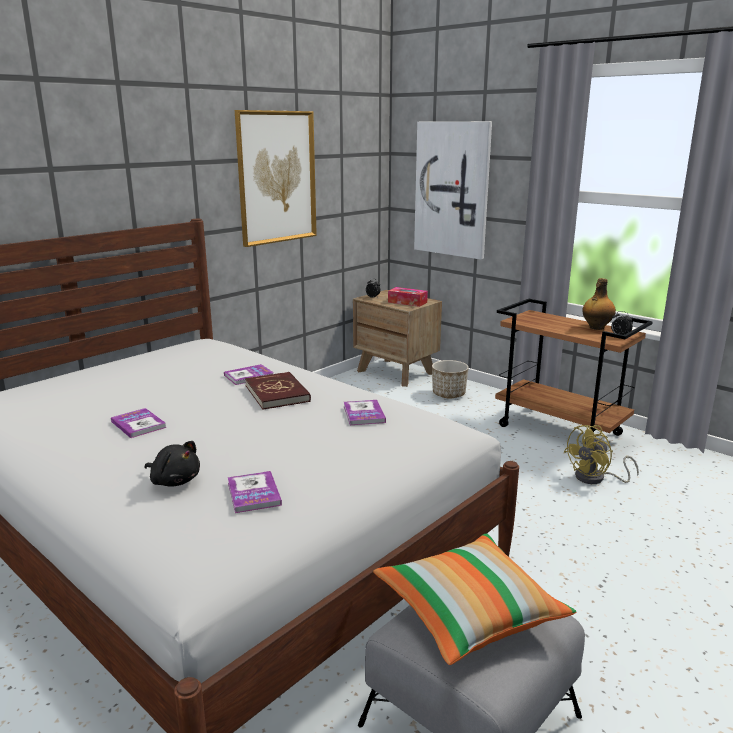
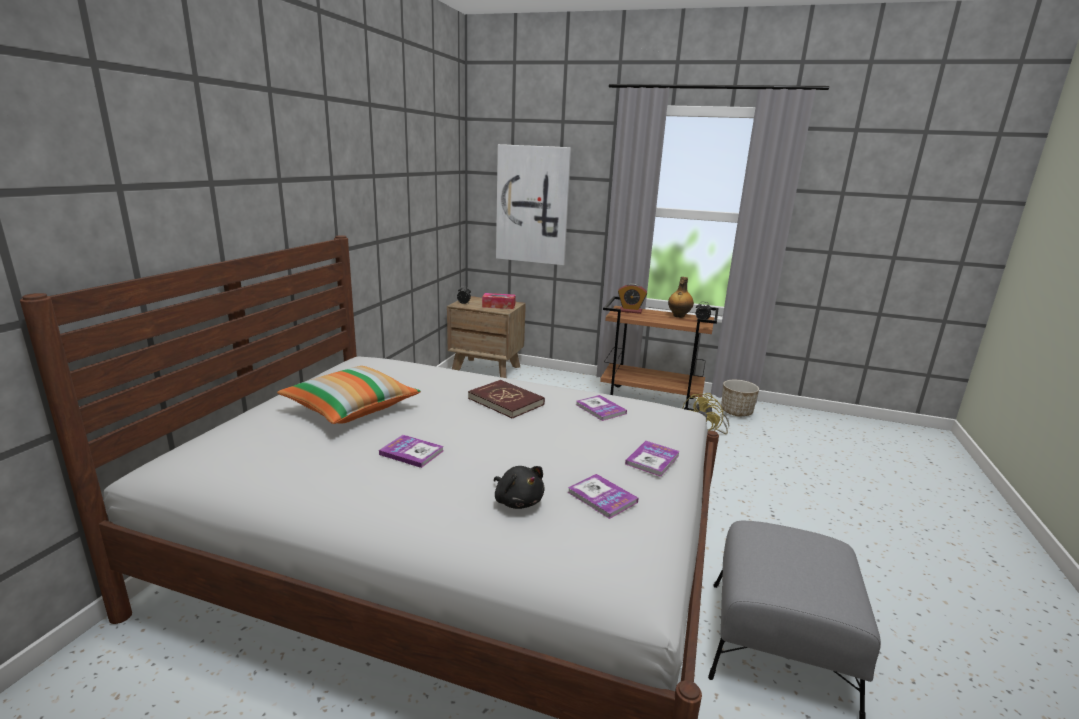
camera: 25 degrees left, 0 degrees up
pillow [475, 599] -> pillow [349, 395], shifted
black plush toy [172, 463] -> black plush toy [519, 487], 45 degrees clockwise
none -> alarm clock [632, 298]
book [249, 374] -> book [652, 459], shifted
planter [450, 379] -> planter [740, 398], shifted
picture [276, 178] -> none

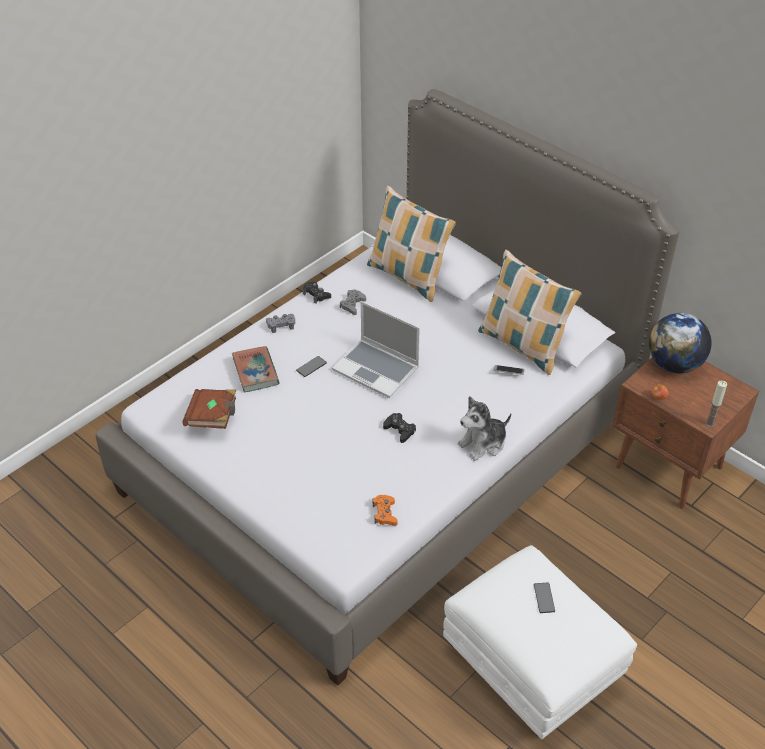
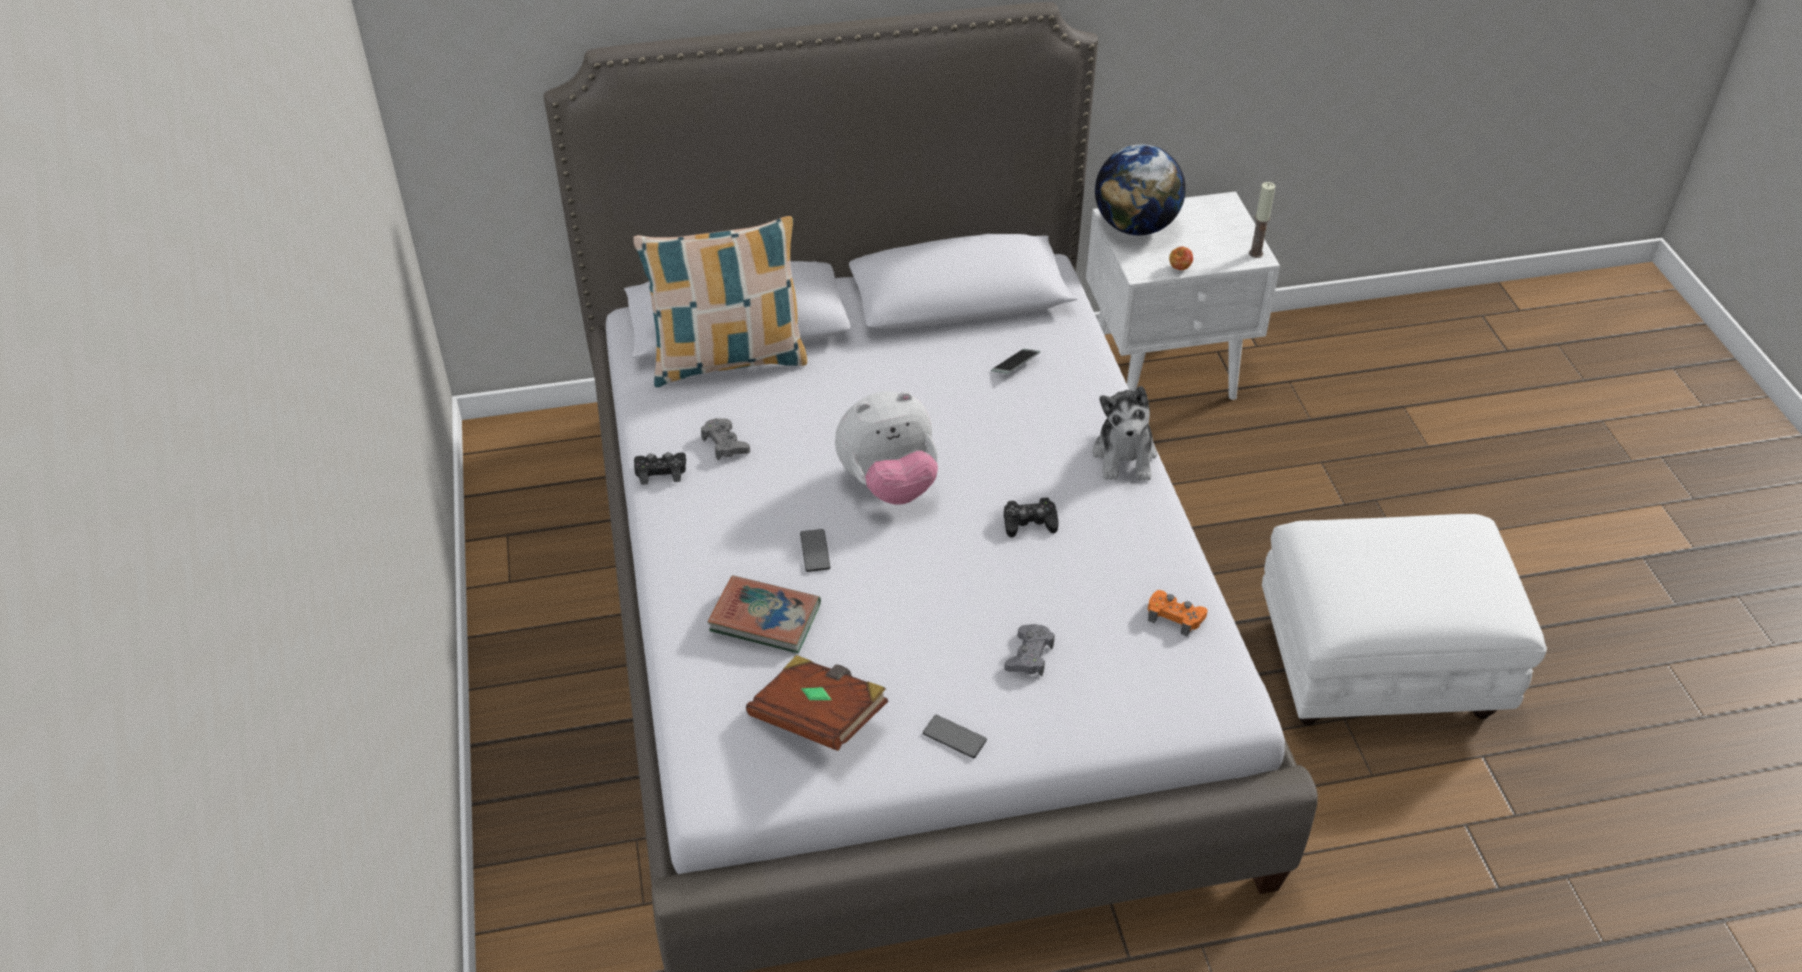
camera: 55 degrees left, 0 degrees up
laptop [376, 349] -> plush toy [886, 448]
phone [544, 597] -> phone [955, 736], shifted
grey game controller [280, 323] -> grey game controller [1029, 650], shifted
brown nightstand [686, 433] -> white nightstand [1183, 295]
pillow [529, 312] -> none

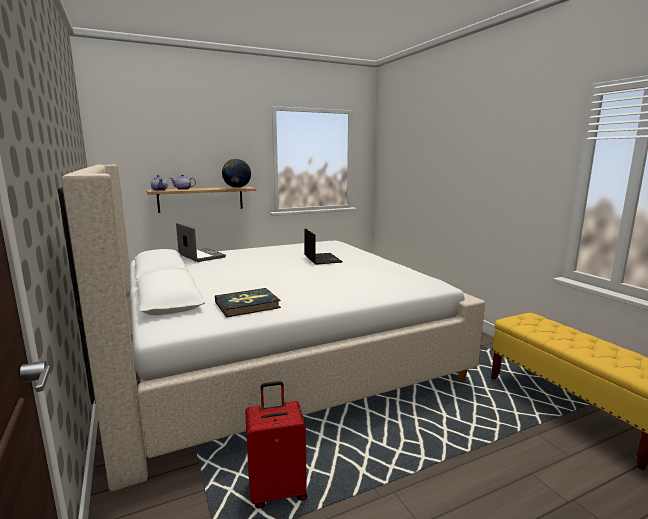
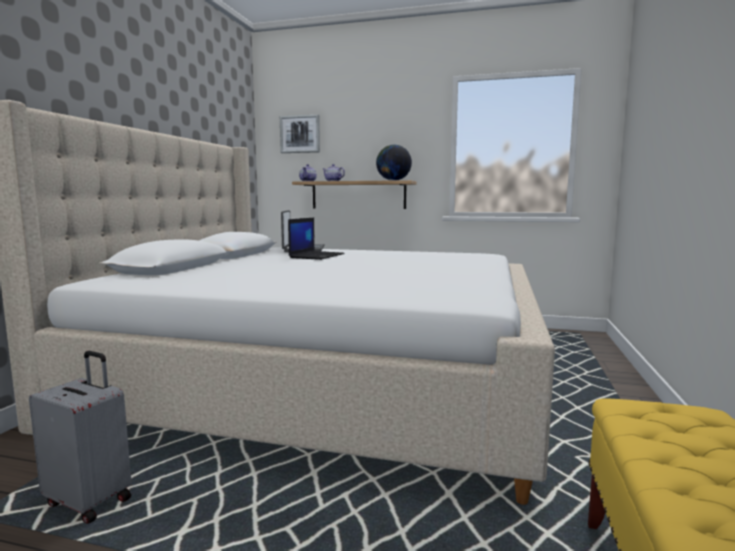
camera: 40 degrees right, 5 degrees down
red suitcase [276, 445] -> grey suitcase [80, 437]
none -> picture [300, 133]
laptop [323, 246] -> laptop [316, 239], shifted
book [248, 302] -> none

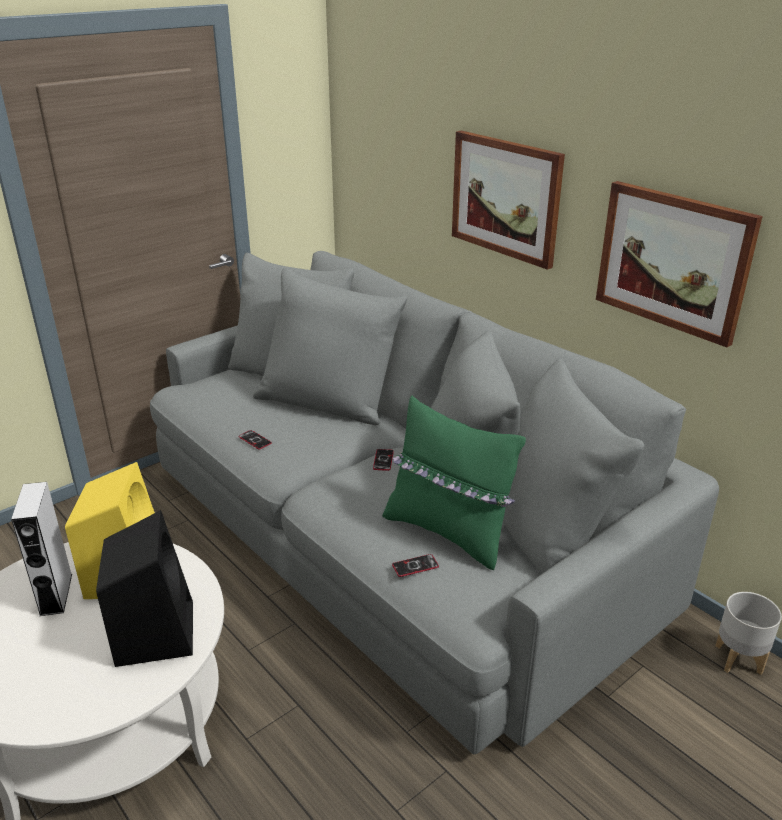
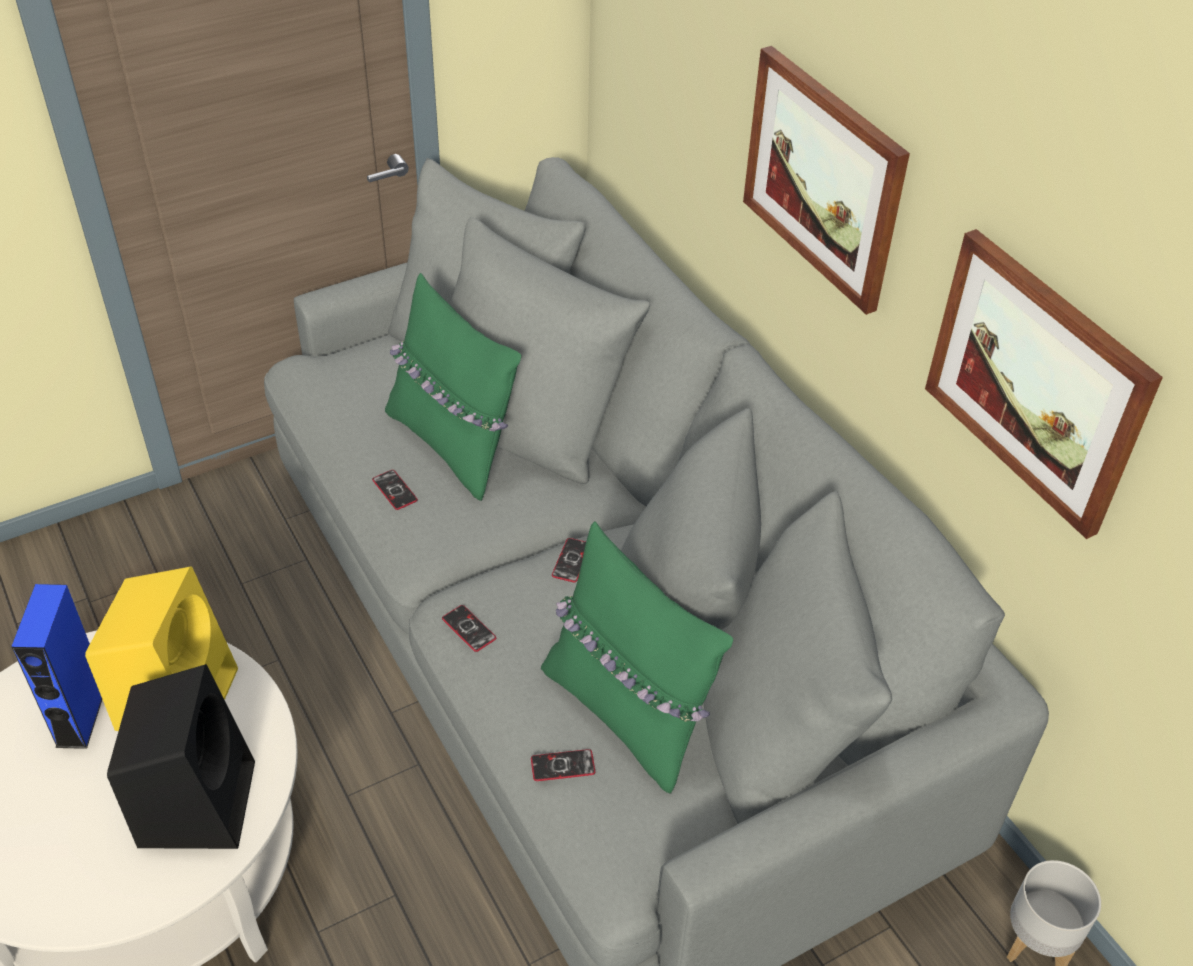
camera: 10 degrees right, 15 degrees up
grey speaker [41, 549] -> blue speaker [56, 666]
none -> green pillow [453, 387]
none -> phone [469, 628]

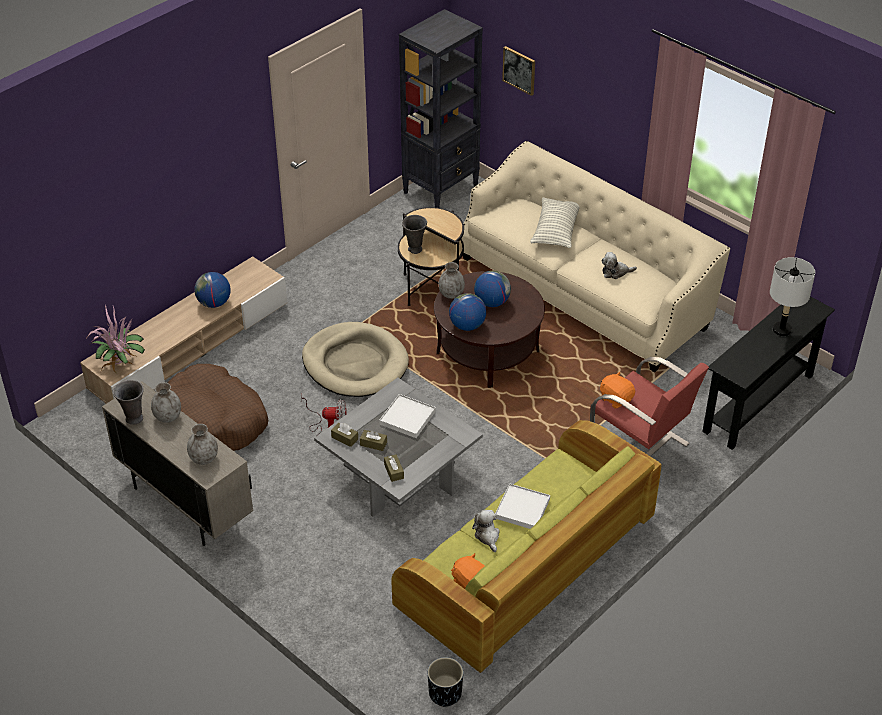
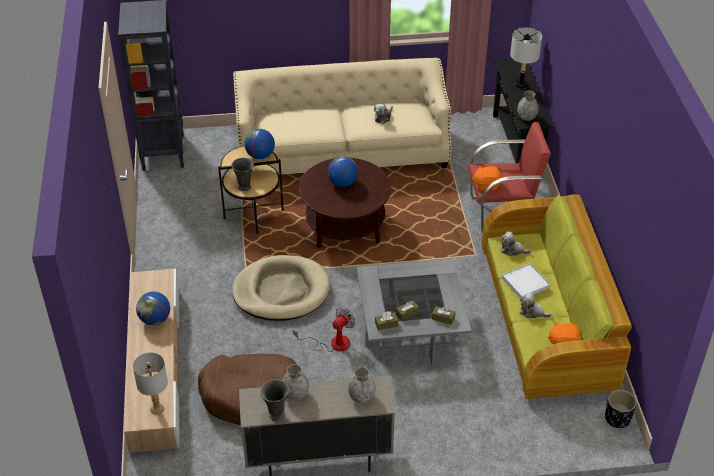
camera: 50 degrees left, 0 degrees up
potted plant [116, 339] -> grey table lamp [150, 383]
globe [467, 312] -> globe [259, 144], shifted
none -> plush toy [516, 243]
grey vase [452, 280] -> grey vase [528, 106], shifted
white tray [407, 416] -> none
picture [518, 71] -> none
pillow [555, 223] -> none

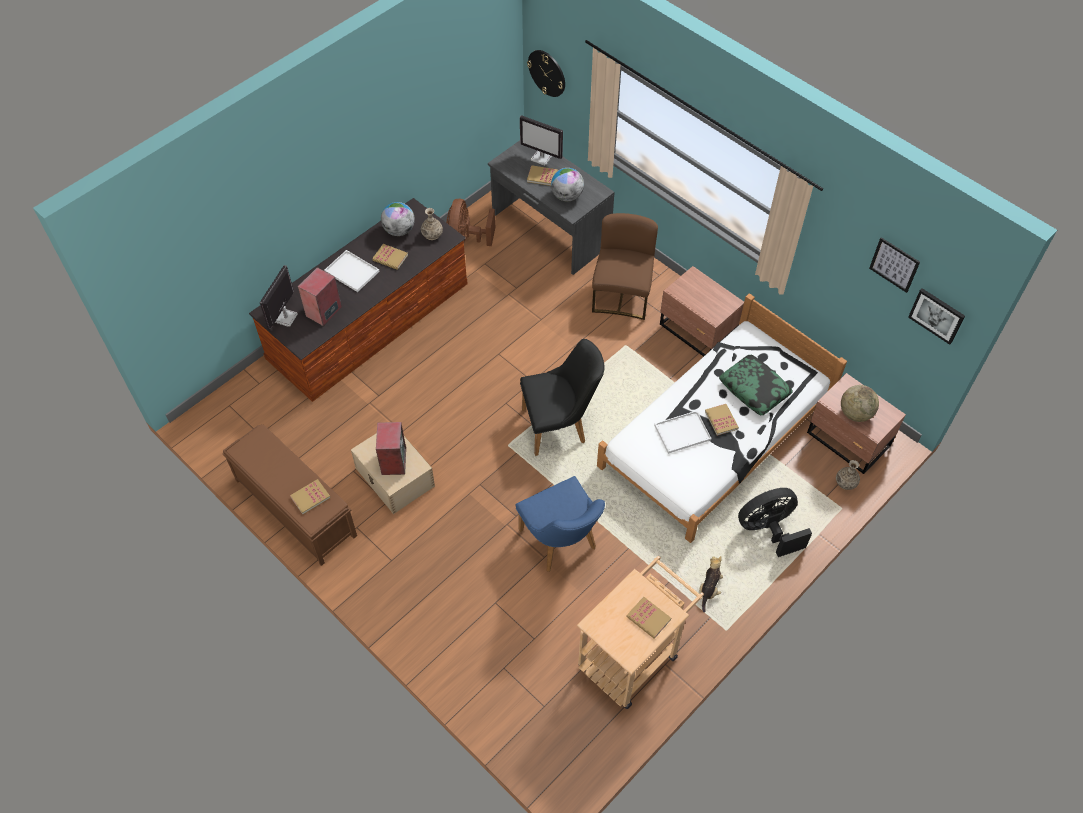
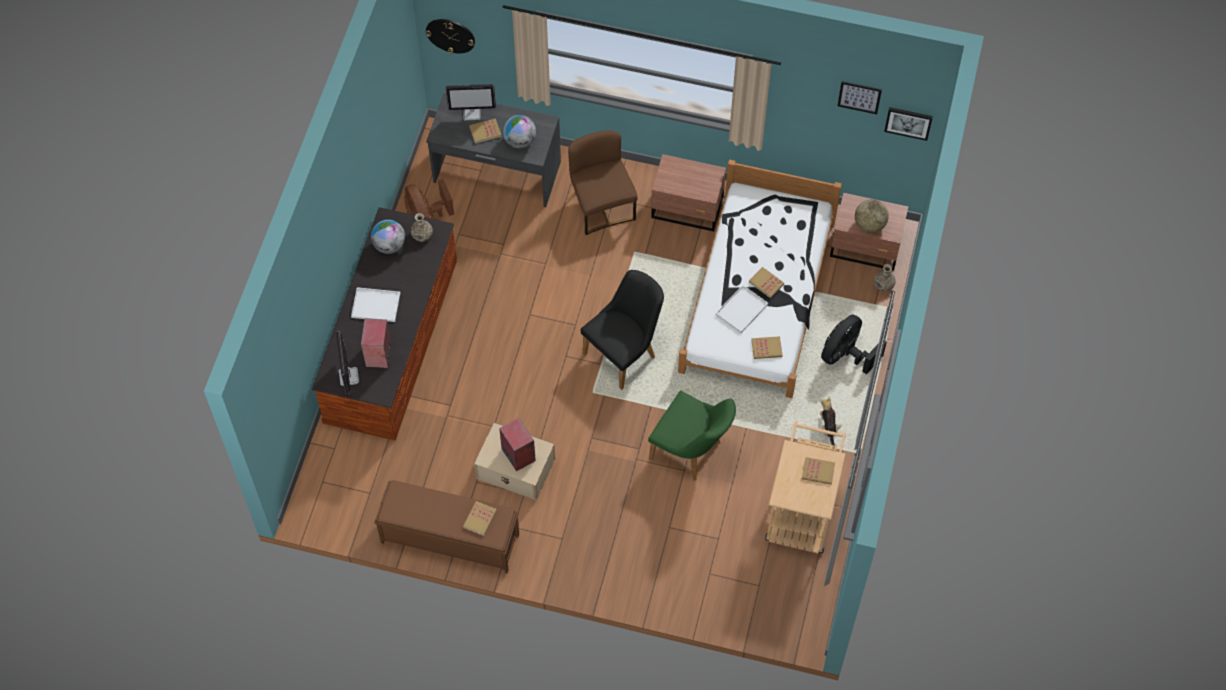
camera: 30 degrees left, 5 degrees up
blue chair [560, 524] -> green chair [692, 435]
book [390, 257] -> book [767, 347], shifted
pillow [756, 385] -> none

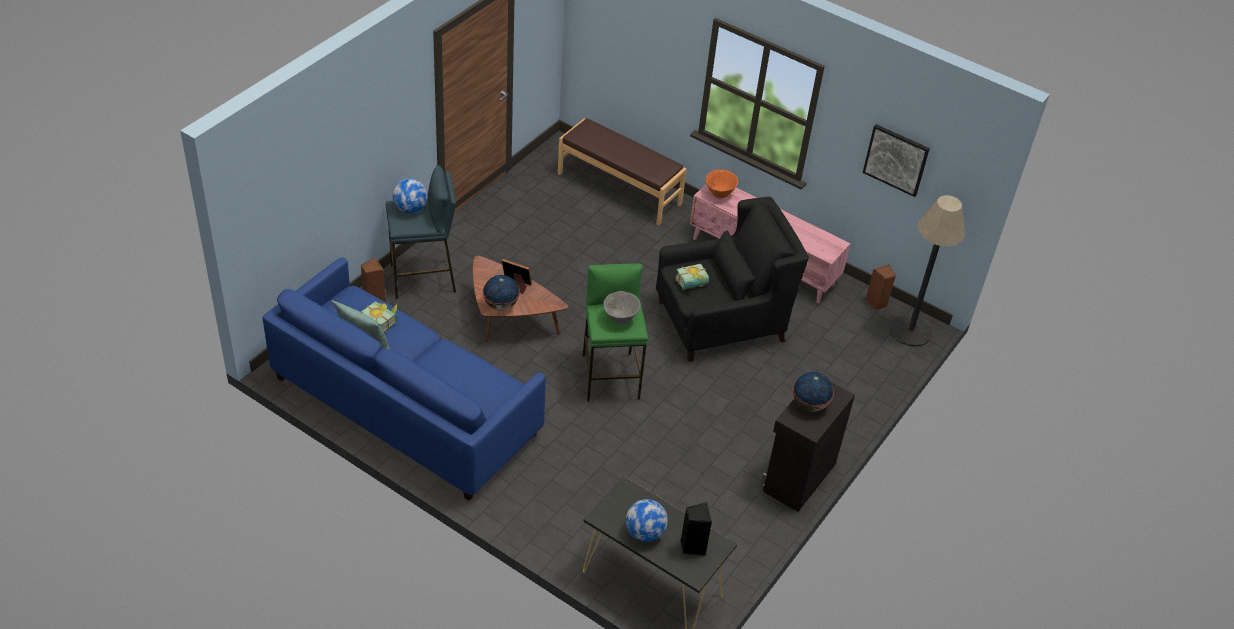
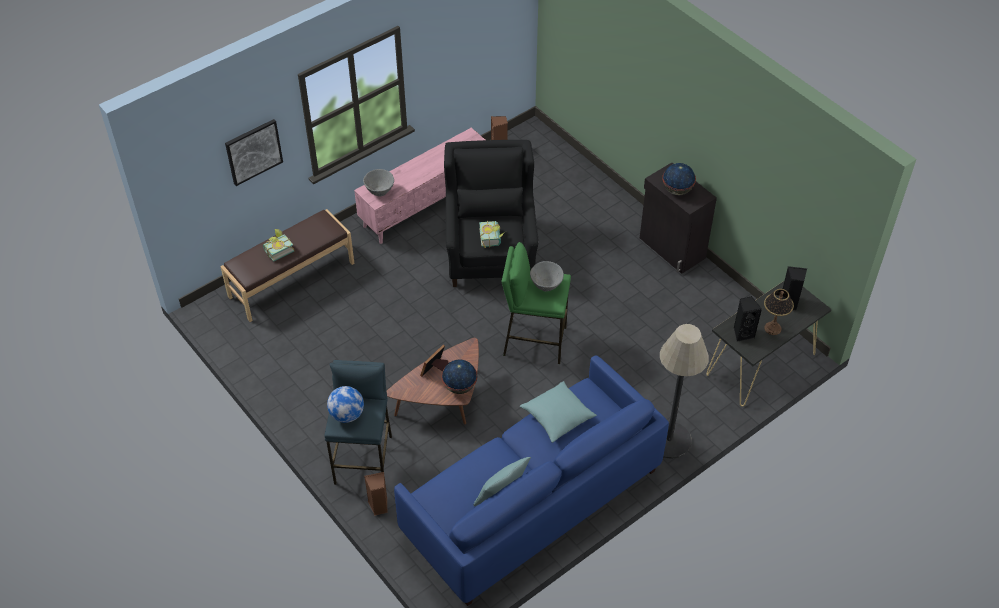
camera: 70 degrees left, 5 degrees up
picture [896, 160] -> picture [254, 152], shifted
book [379, 317] -> book [278, 245], shifted
orange bowl [721, 183] -> grey bowl [378, 182]
none -> turquoise pillow [558, 412]
floor lamp [927, 271] -> floor lamp [684, 391], shifted
none -> black speaker [748, 319]
globe [647, 520] -> table lamp [779, 312]

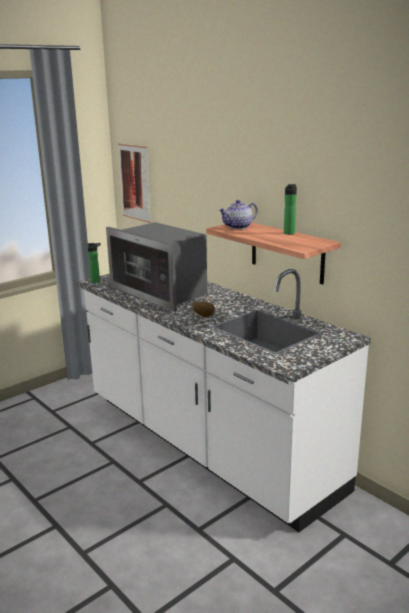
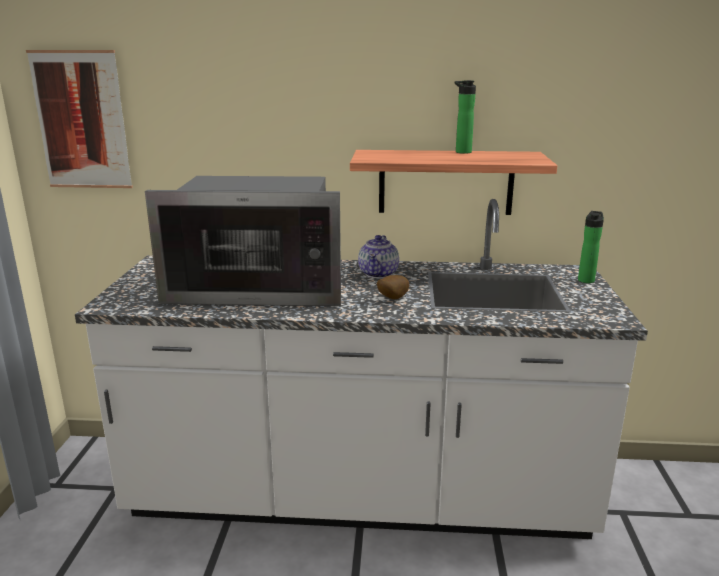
camera: 45 degrees left, 0 degrees up
teapot [238, 214] -> teapot [378, 257], shifted
bottle [94, 263] -> bottle [591, 247], shifted

